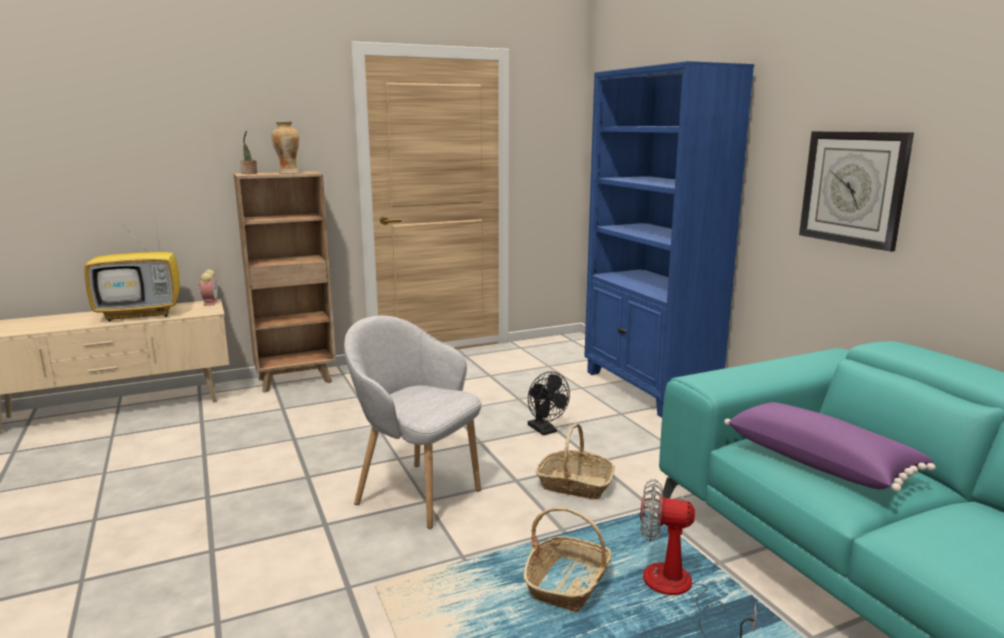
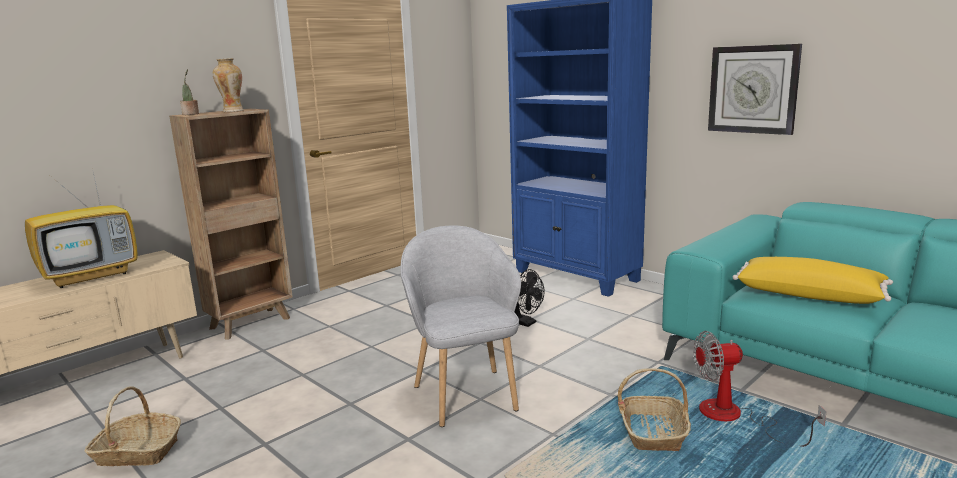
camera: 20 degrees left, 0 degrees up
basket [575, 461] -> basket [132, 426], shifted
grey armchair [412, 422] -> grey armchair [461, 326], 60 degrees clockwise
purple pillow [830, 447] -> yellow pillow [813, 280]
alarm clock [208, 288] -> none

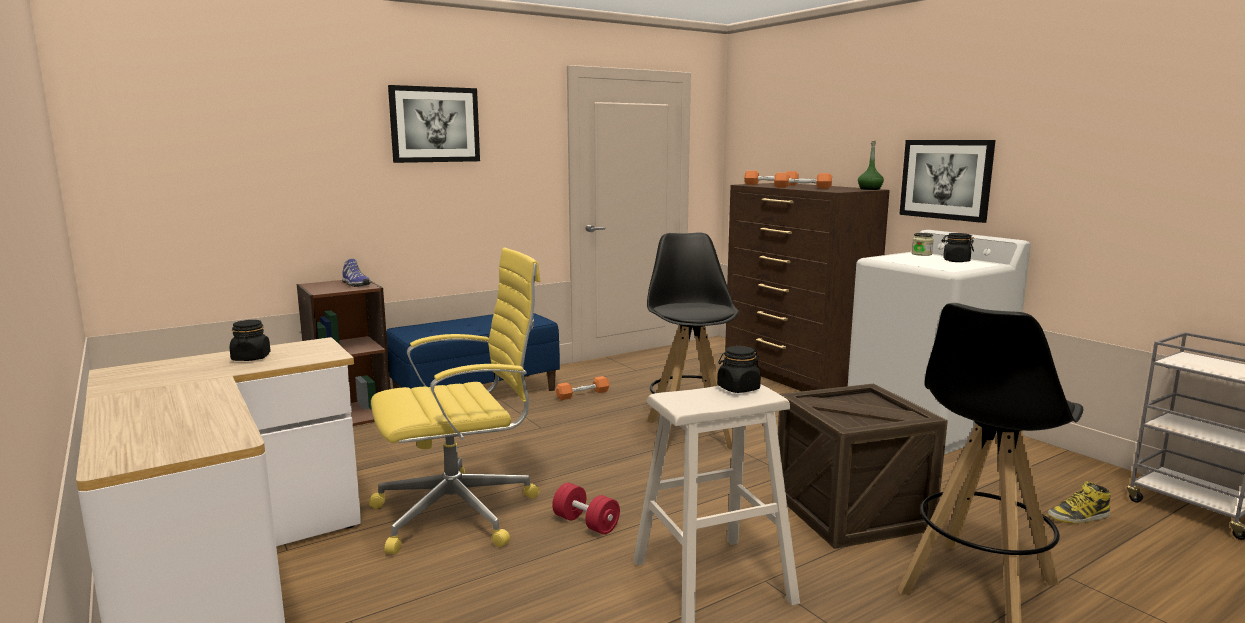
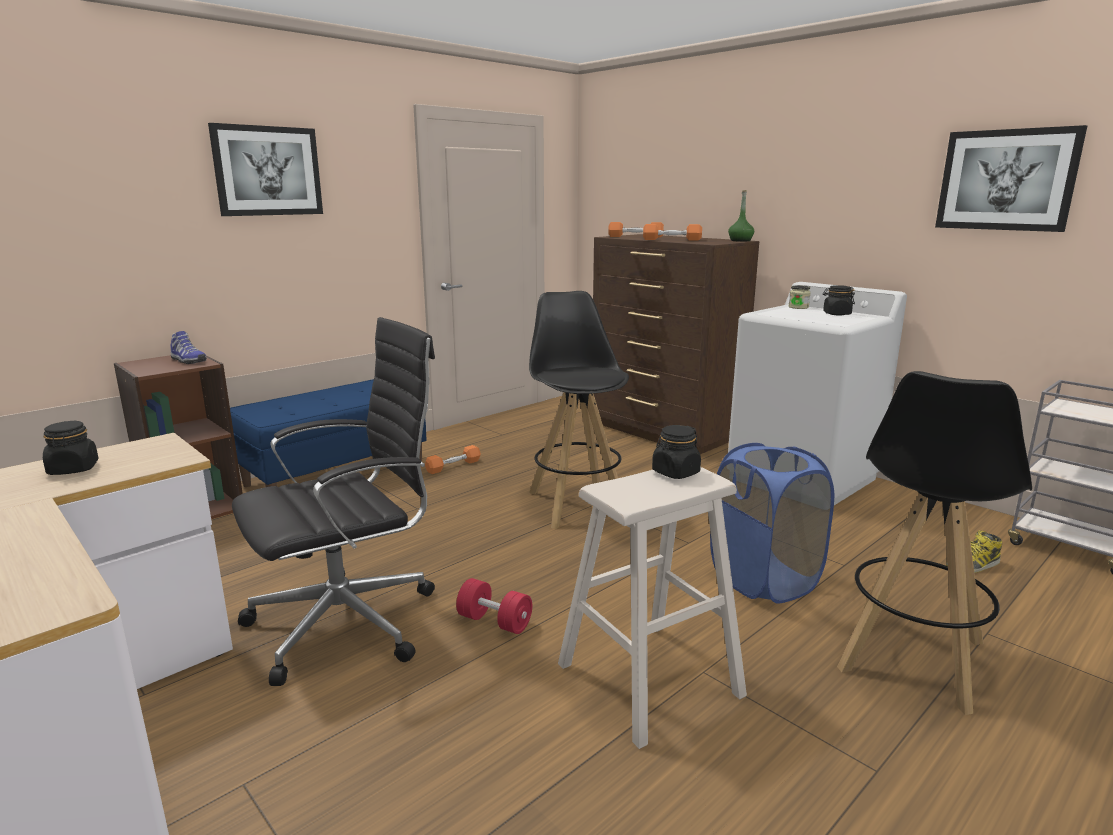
camera: 10 degrees left, 5 degrees up
yellow office chair [455, 401] -> black office chair [333, 501]
crate [863, 466] -> blue laundry basket [772, 523]
picture [947, 181] -> picture [1011, 178], shifted

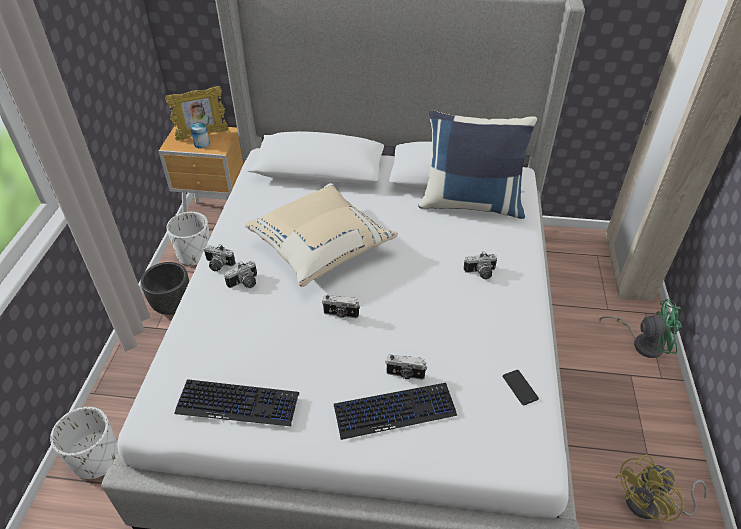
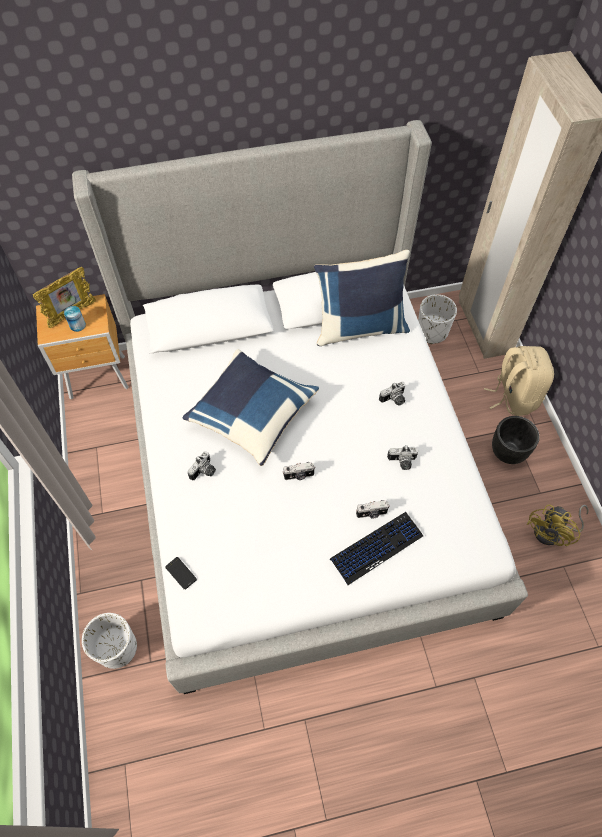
camera: 20 degrees left, 15 degrees up
phone [520, 388] -> phone [181, 573], shifted
beige pillow [321, 235] -> blue pillow [251, 407]
photo camera [219, 258] -> photo camera [402, 458], shifted
white planter [188, 238] -> white planter [437, 319], shifted
green fan [640, 328] -> beige backpack [519, 381]
black planter [164, 288] -> black planter [516, 440], shifted
keyboard [236, 402] -> none

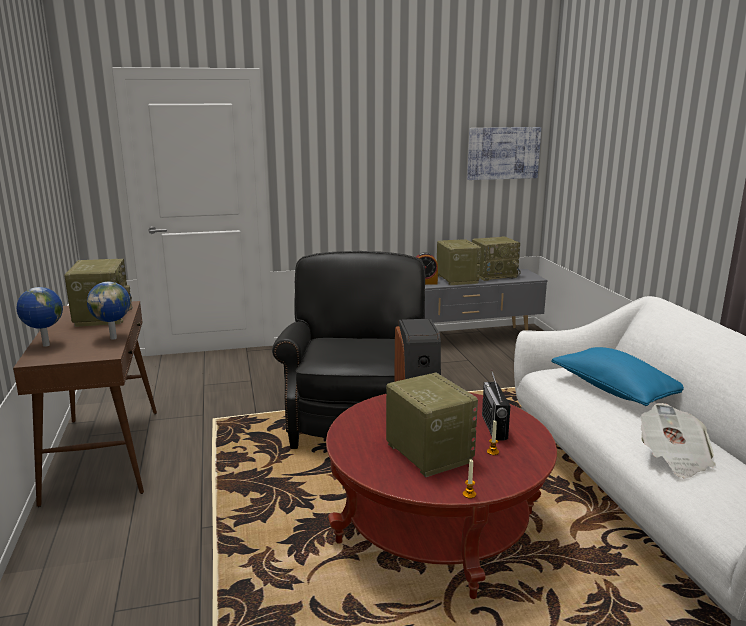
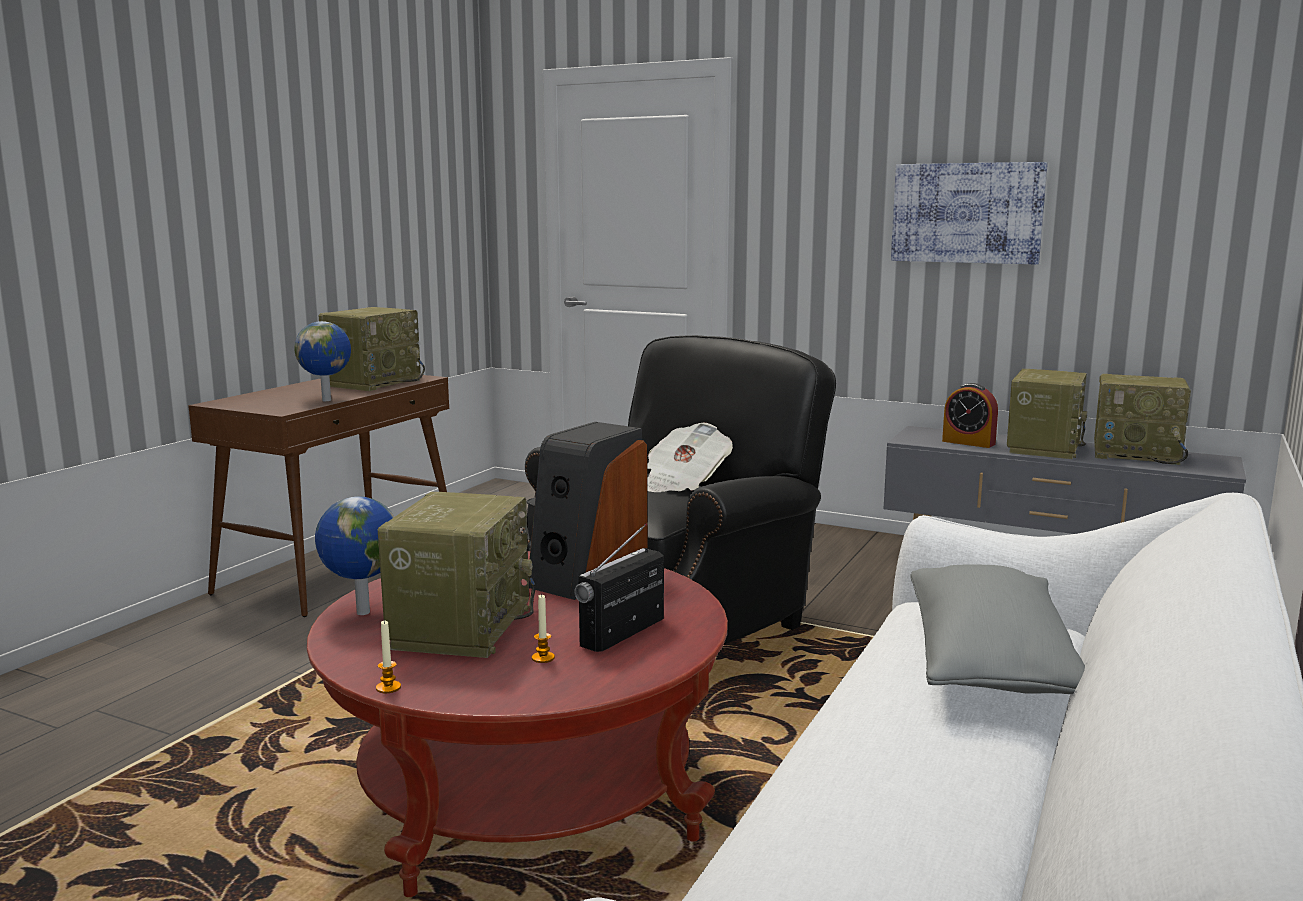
camera: 40 degrees right, 5 degrees down
globe [40, 317] -> globe [355, 555], shifted
newspaper [678, 441] -> newspaper [690, 457], shifted
picture [504, 153] -> picture [969, 213], shifted
blue pillow [617, 376] -> grey pillow [998, 629]

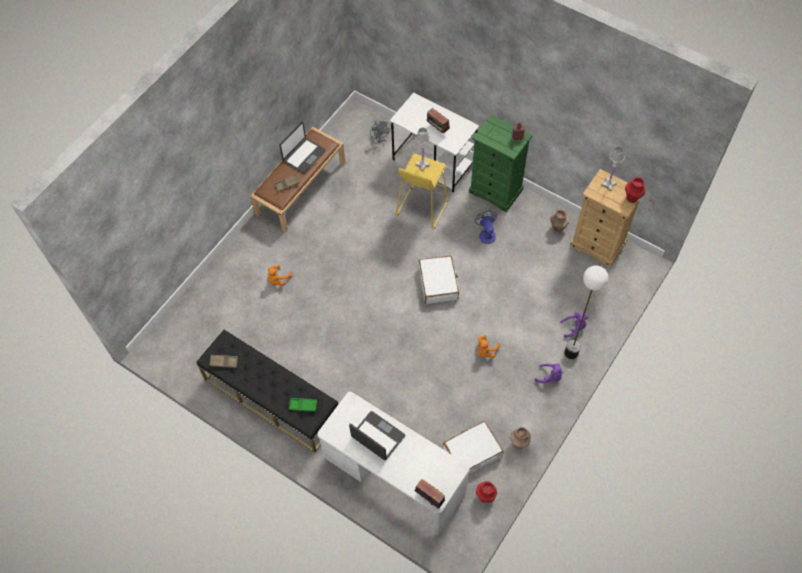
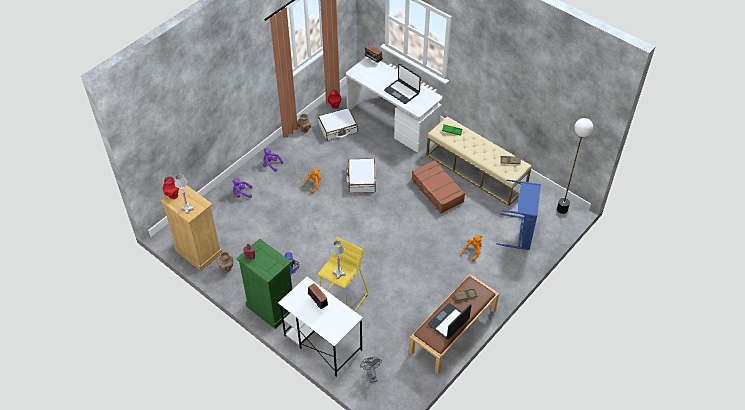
camera: 175 degrees left, 10 degrees down
white suitcase [438, 280] -> white suitcase [361, 175], shifted
none -> brown suitcase [438, 187]
black bench [267, 391] -> beige bench [479, 161]
none -> blue laundry basket [518, 215]
floor lamp [586, 312] -> floor lamp [575, 166], shifted

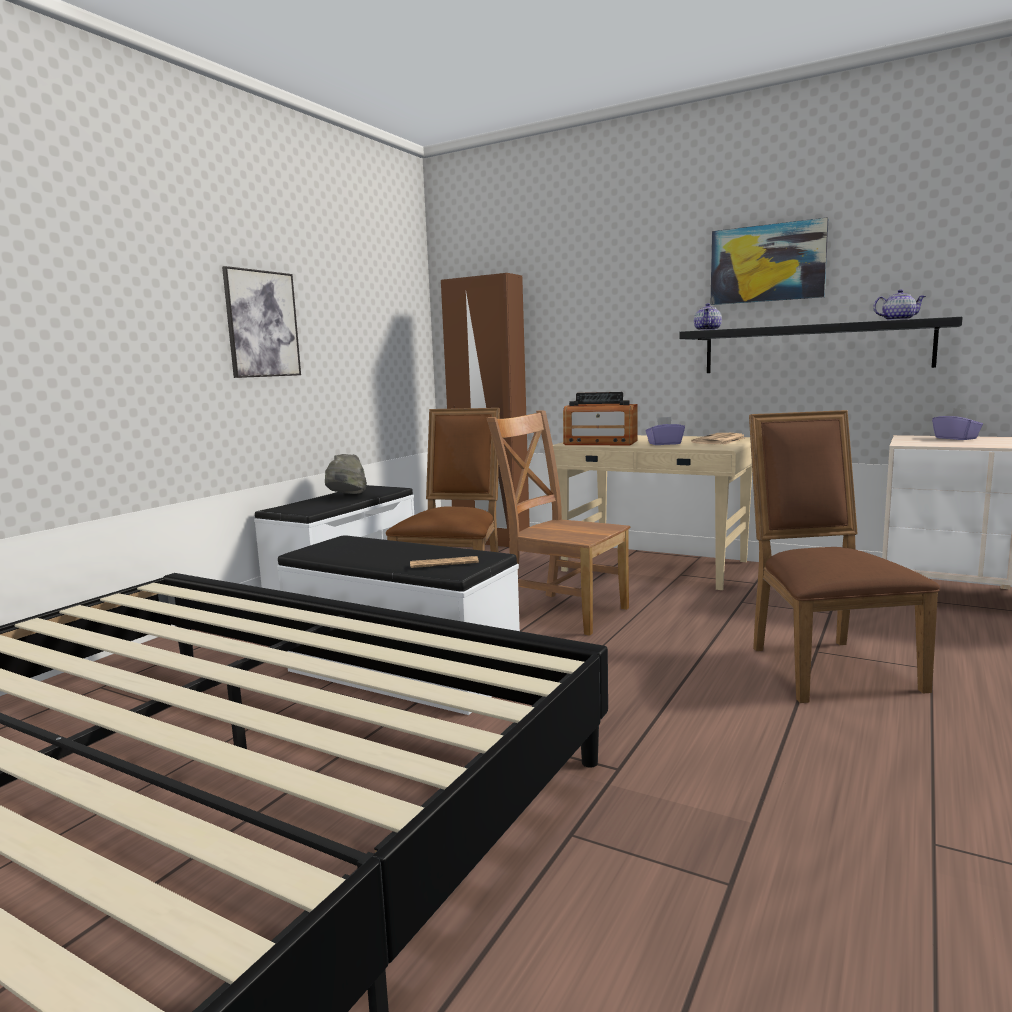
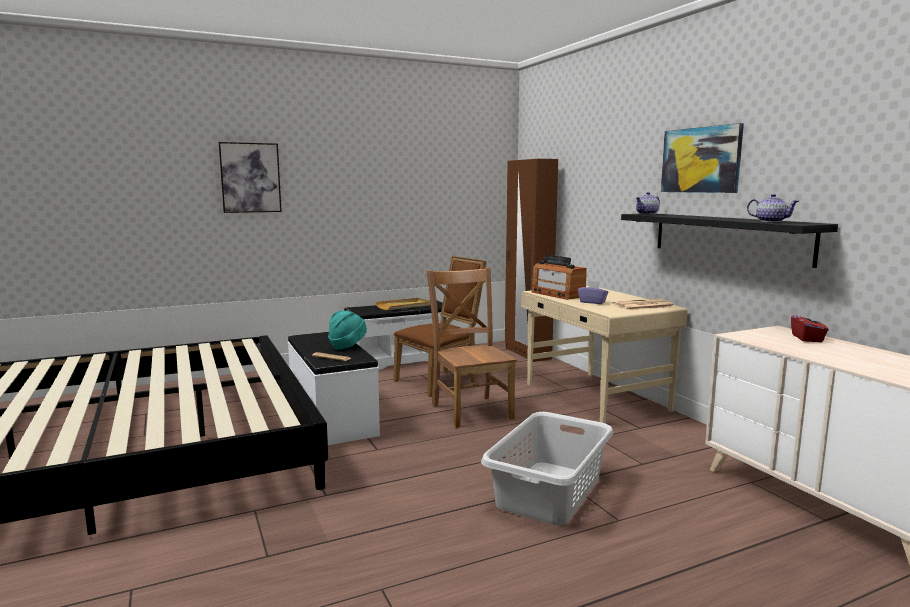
camera: 35 degrees right, 0 degrees up
picture [261, 322] -> picture [250, 177], shifted
none -> turquoise hat [347, 330]
grey hat [346, 474] -> beige tray [403, 304]
brown chair [844, 556] -> grey laundry basket [547, 468]
purple tissue box [957, 424] -> red tissue box [810, 326]

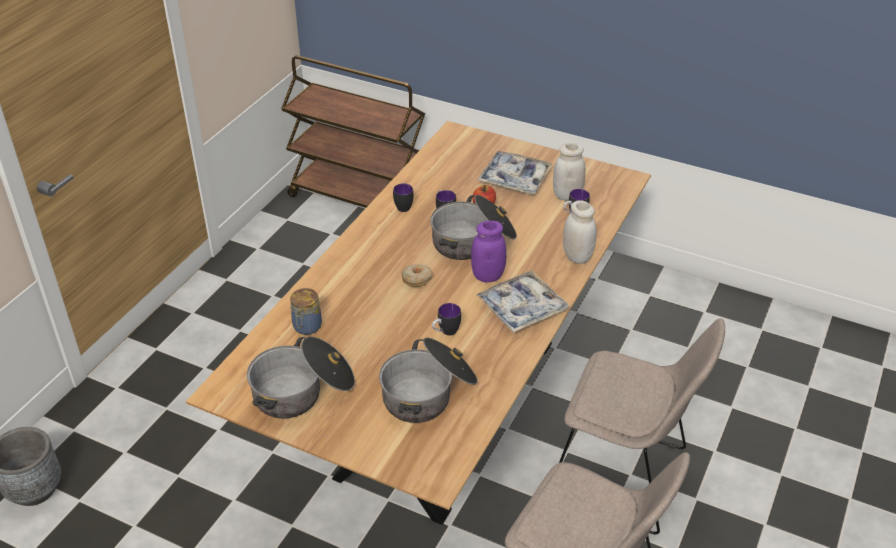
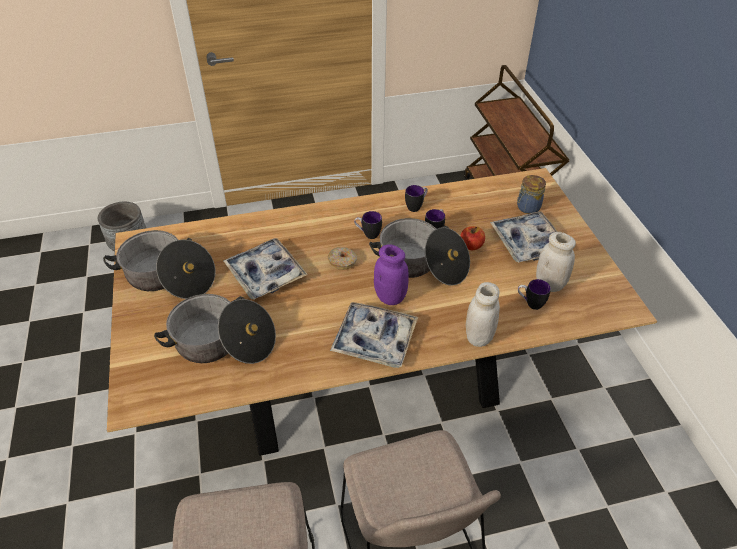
camera: 50 degrees right, 5 degrees up
none -> tray [266, 268]
mug [446, 319] -> mug [368, 225], shifted
jar [306, 311] -> jar [531, 194], shifted

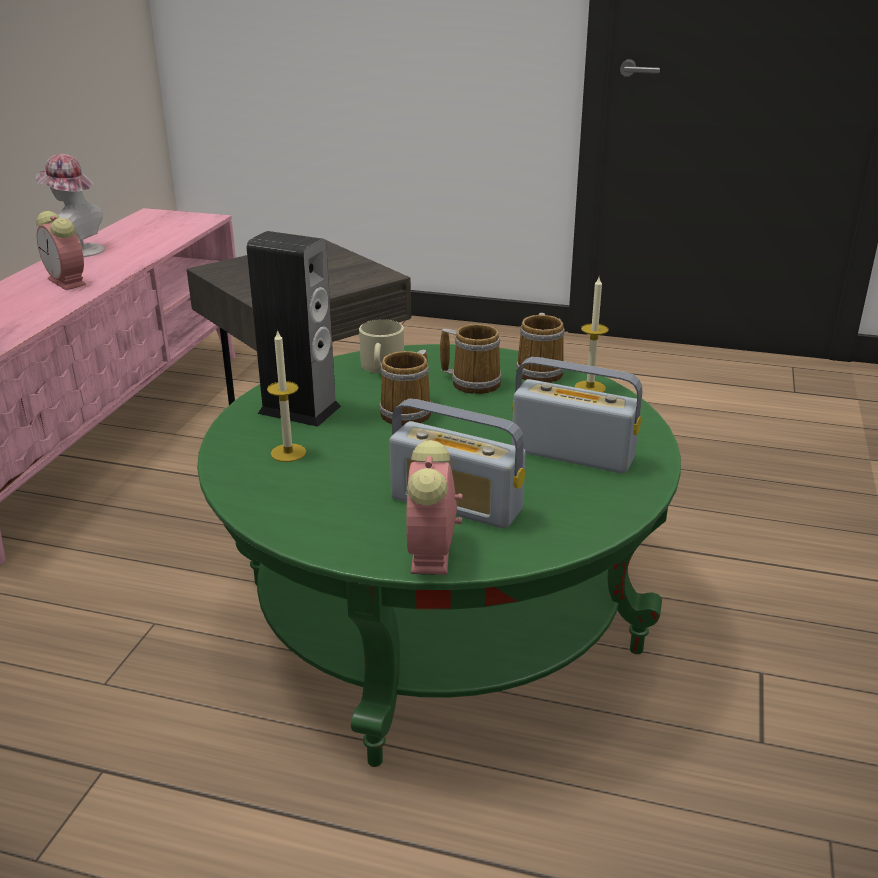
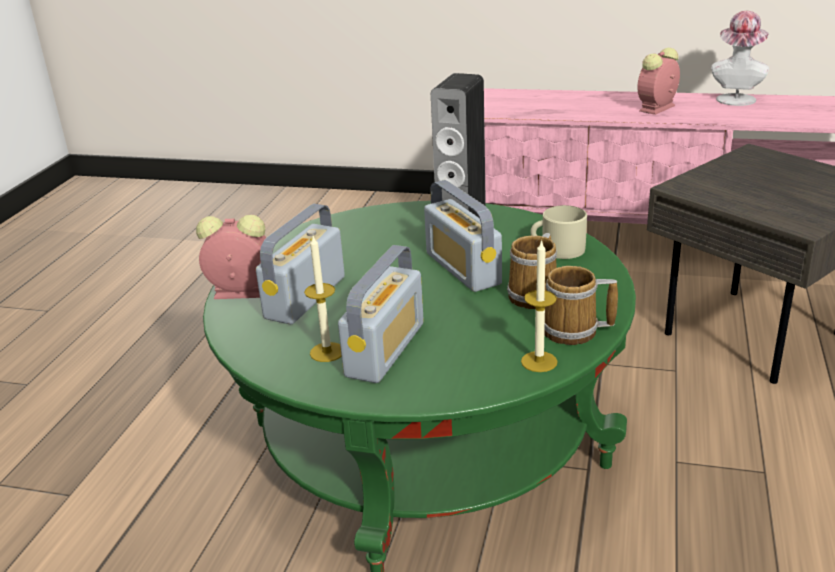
camera: 90 degrees right, 0 degrees up
candle [286, 395] -> candle [323, 299], shifted
mug [405, 388] -> radio [463, 236]

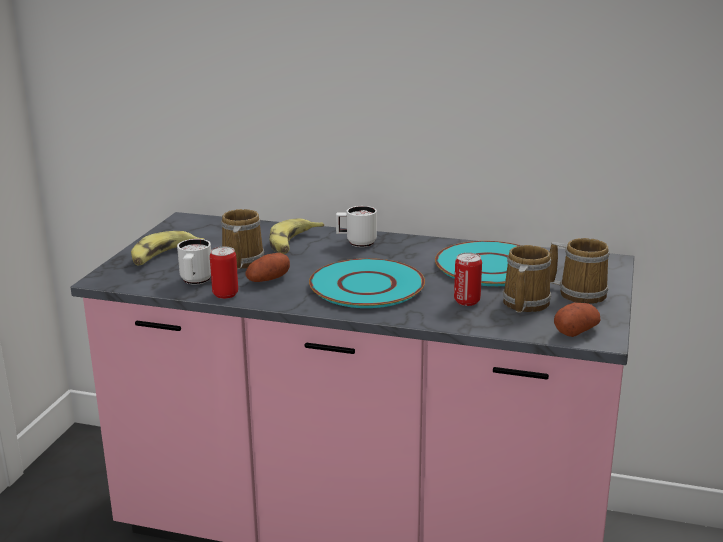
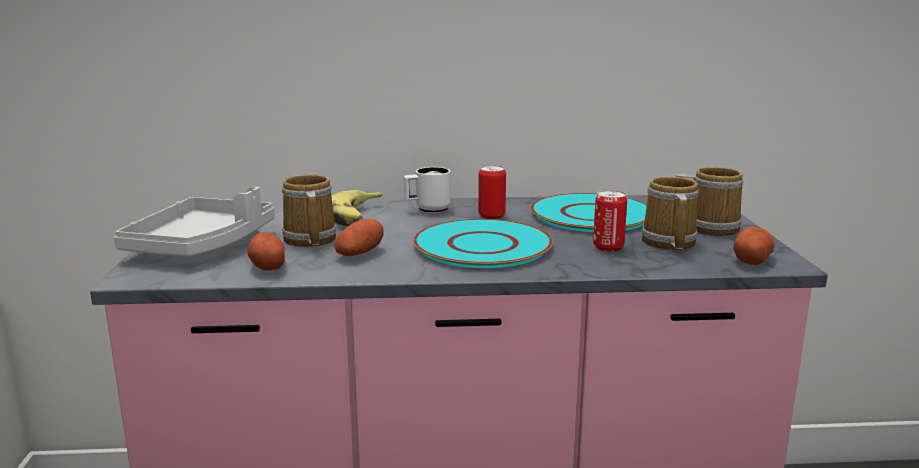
camera: 20 degrees left, 5 degrees down
banana [168, 248] -> grey tray [194, 222]
white mug [194, 262] -> potato [266, 251]
can [224, 273] -> can [492, 192], shifted

